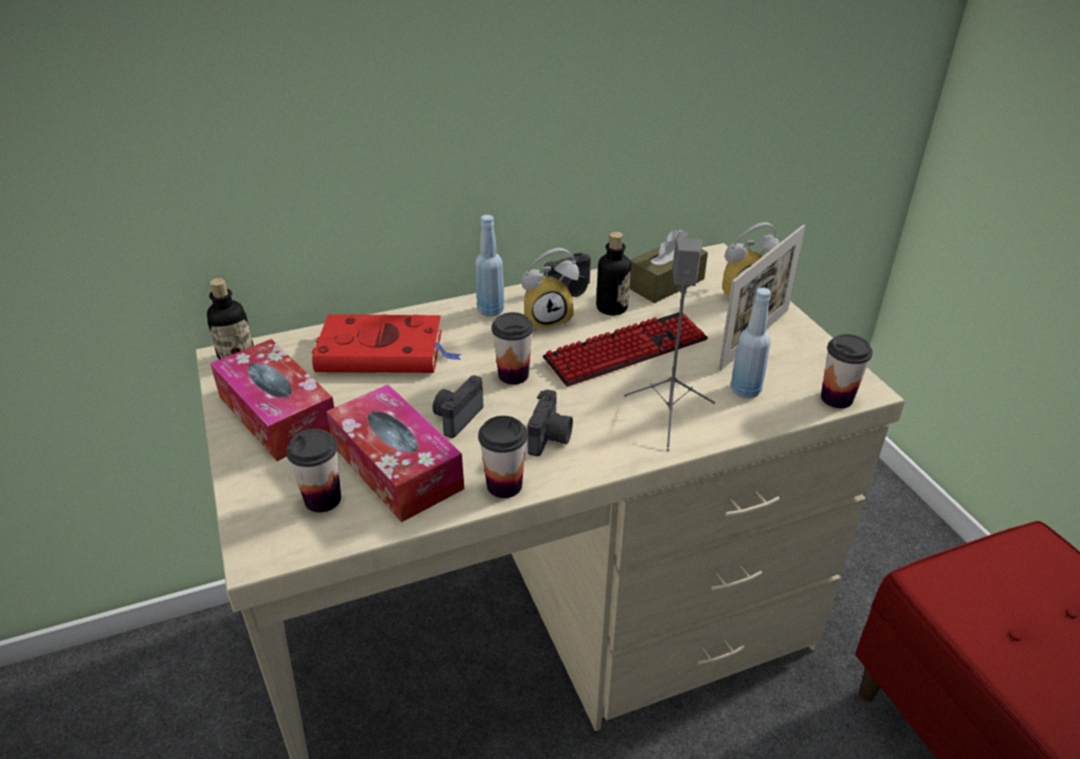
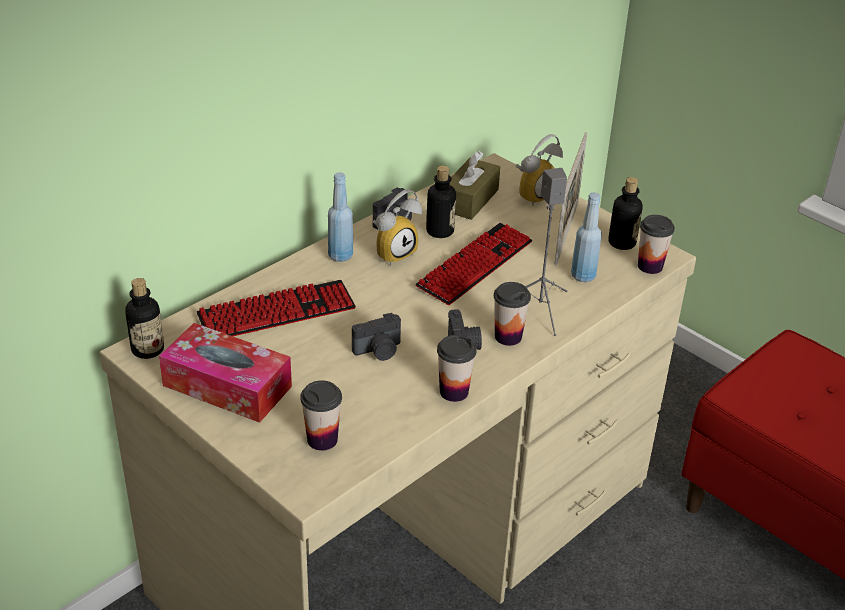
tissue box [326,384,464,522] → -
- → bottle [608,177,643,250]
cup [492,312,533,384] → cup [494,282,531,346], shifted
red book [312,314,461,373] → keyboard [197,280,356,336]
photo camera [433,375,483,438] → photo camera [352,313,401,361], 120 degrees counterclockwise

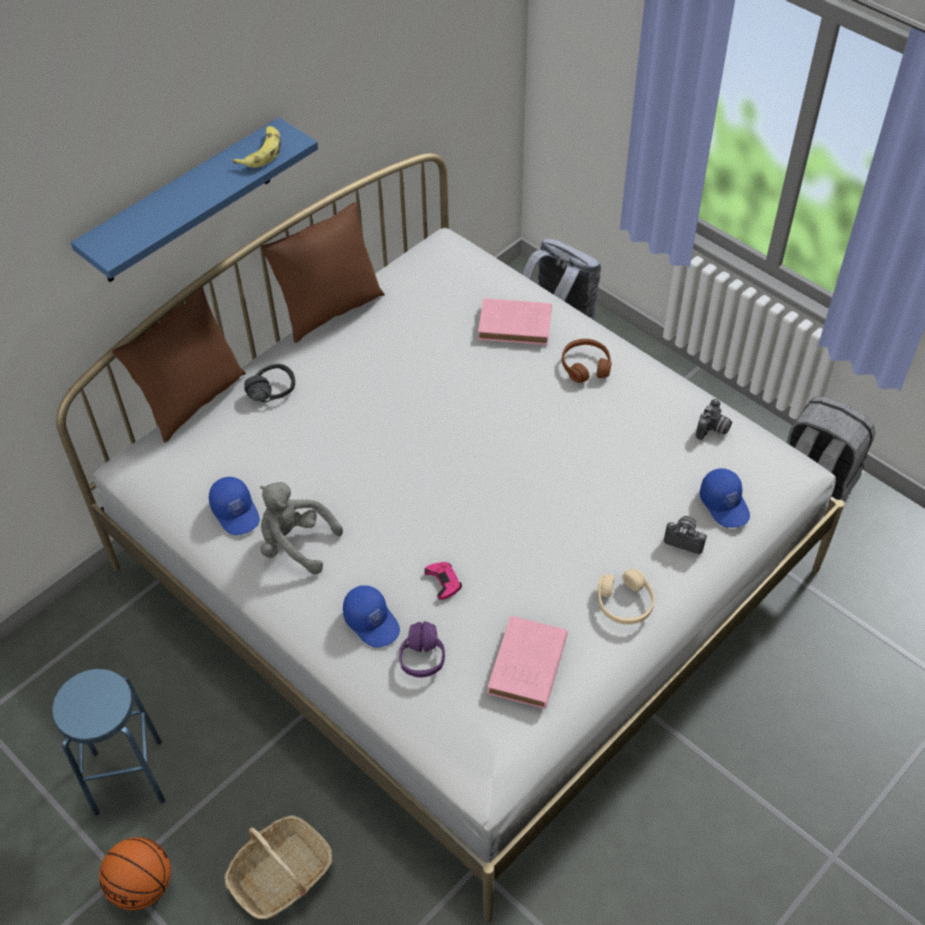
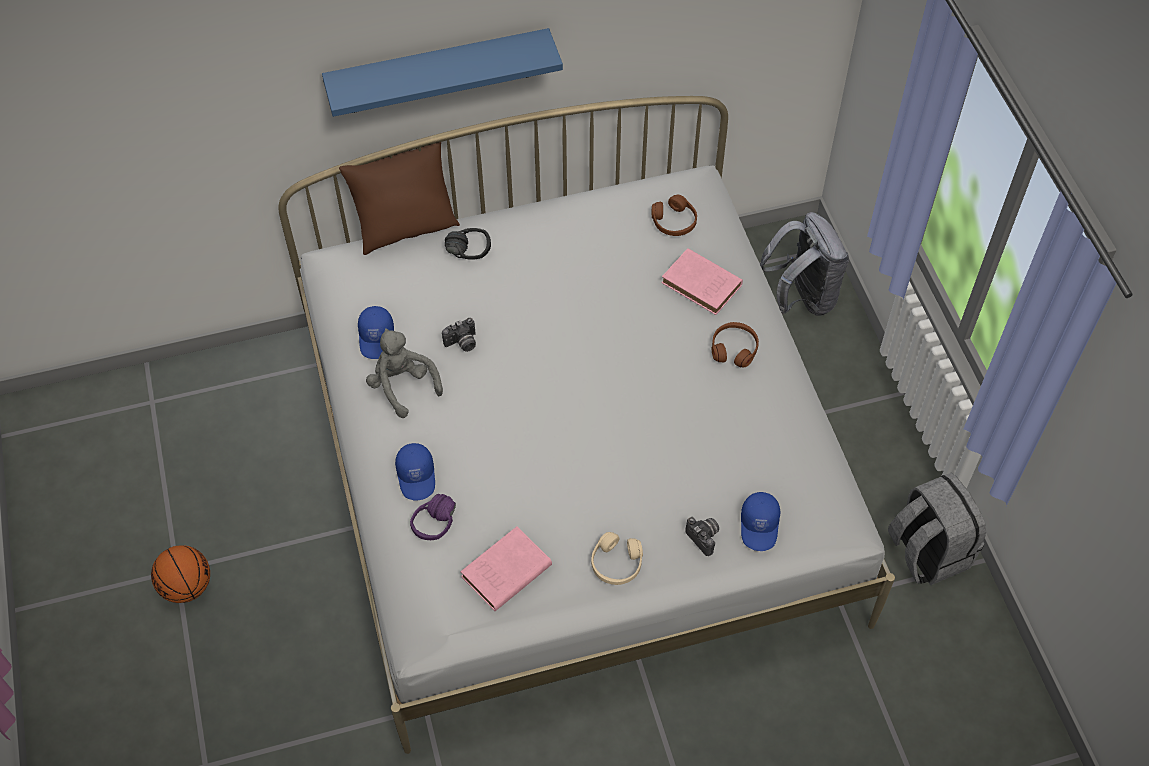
blue stool [52,669,165,816] → -
basket [224,815,333,919] → -
banana [233,126,281,168] → -
brown pillow [263,202,385,343] → -
pink game controller [424,562,462,600] → -
- → brown headphones [652,195,697,236]
photo camera [696,399,732,440] → photo camera [442,318,476,352], shifted

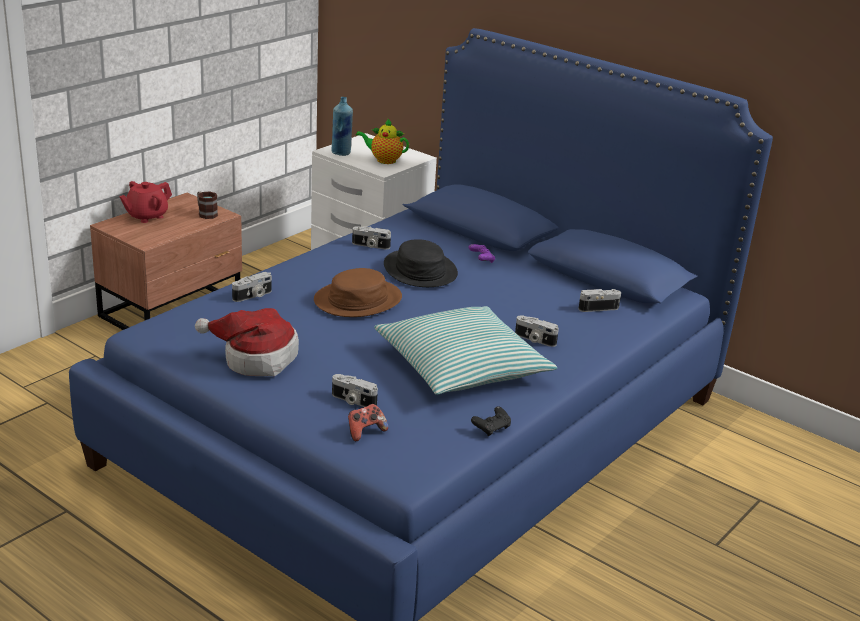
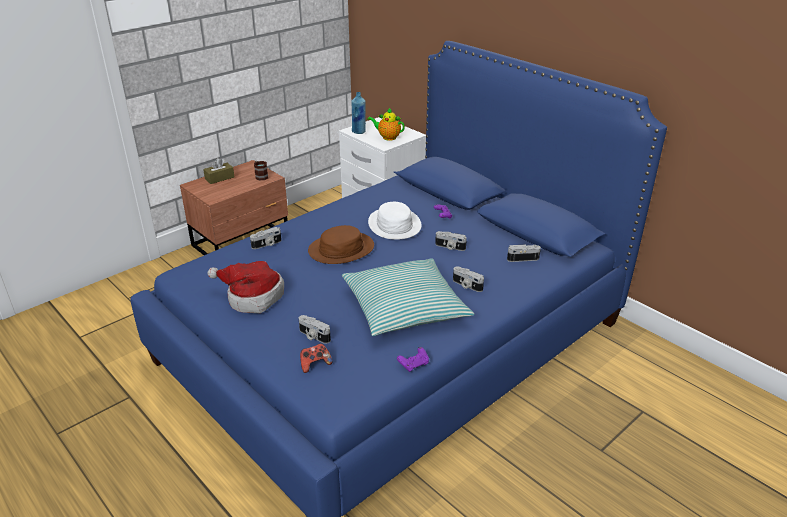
photo camera [352,226,391,249] → photo camera [435,231,467,251], shifted
red teapot [120,181,172,223] → brown tissue box [203,158,234,184]
black hat [384,239,458,287] → white hat [368,202,422,240]
black game controller [471,406,511,437] → purple game controller [397,347,429,372]

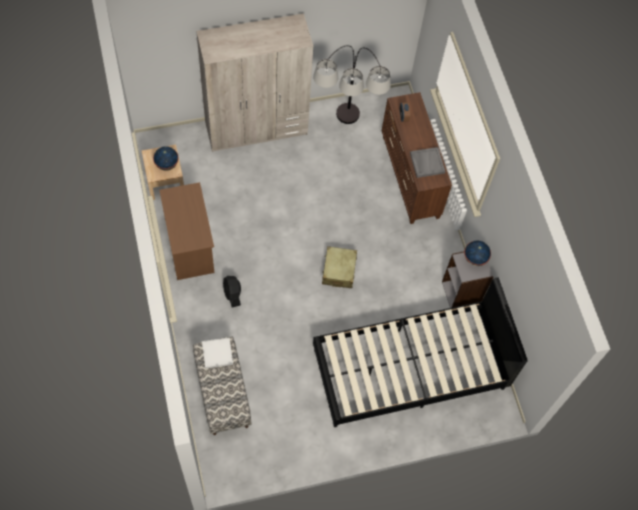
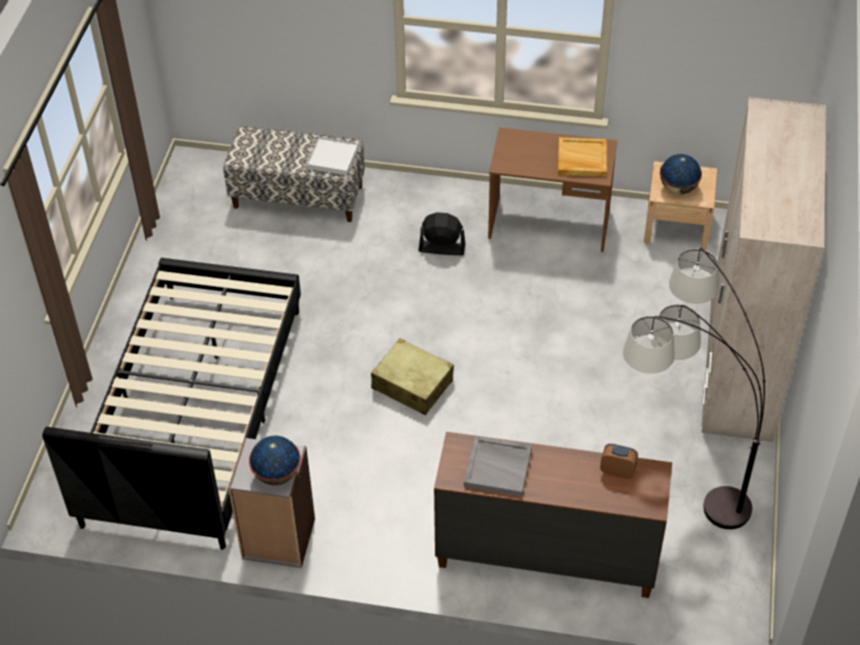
- → beige tray [558,137,607,177]

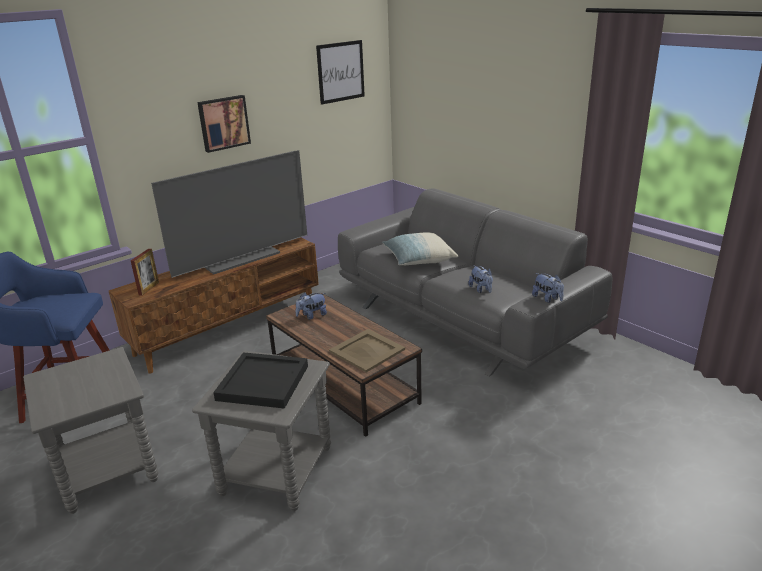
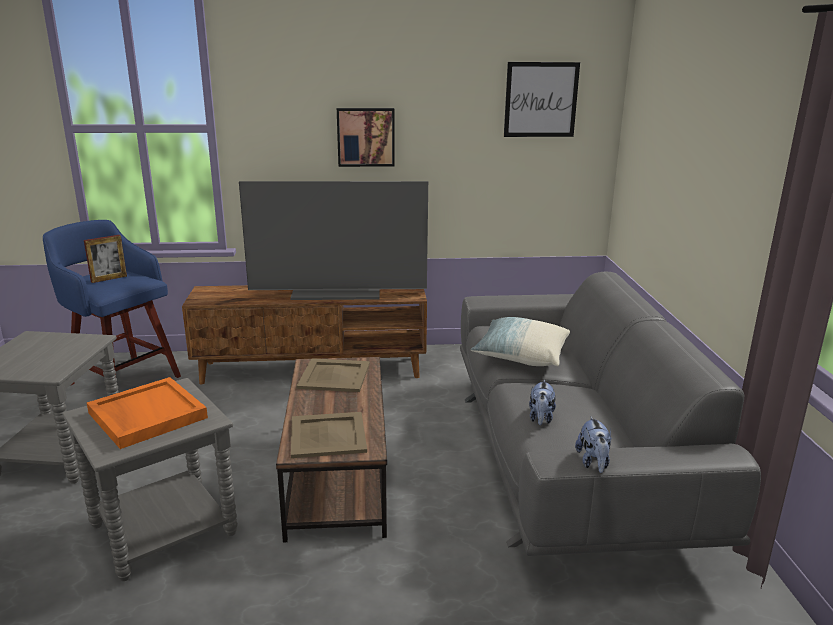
picture frame [131,249,159,296] → picture frame [84,235,127,283], shifted
plush toy [295,292,327,320] → beige tray [296,358,370,392]
black tray [213,352,308,409] → orange tray [87,377,208,449]

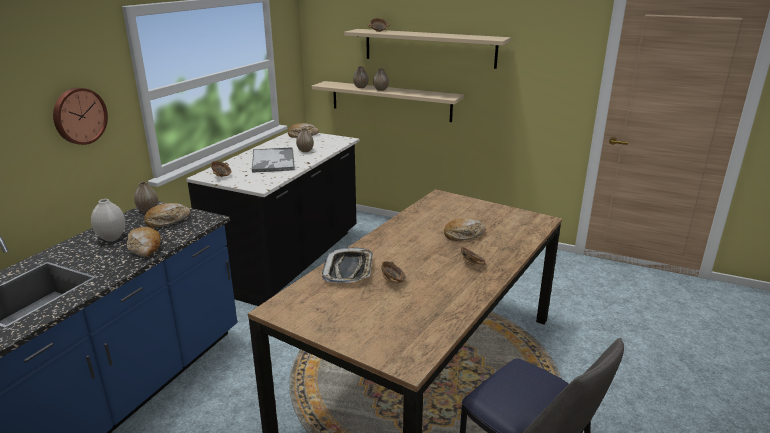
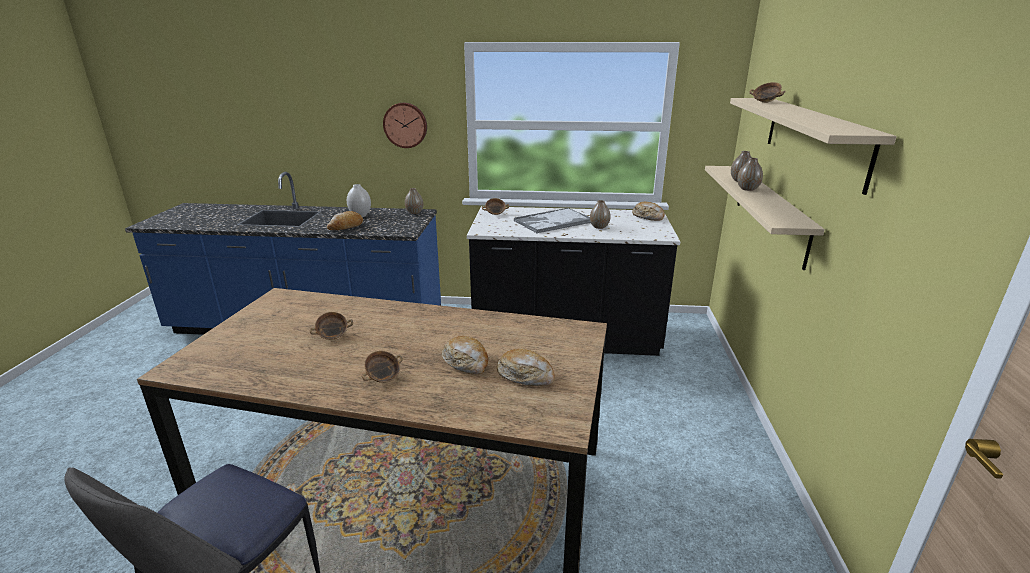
tray [322,247,373,283] → -
bread [144,203,191,228] → bread [497,349,555,386], shifted

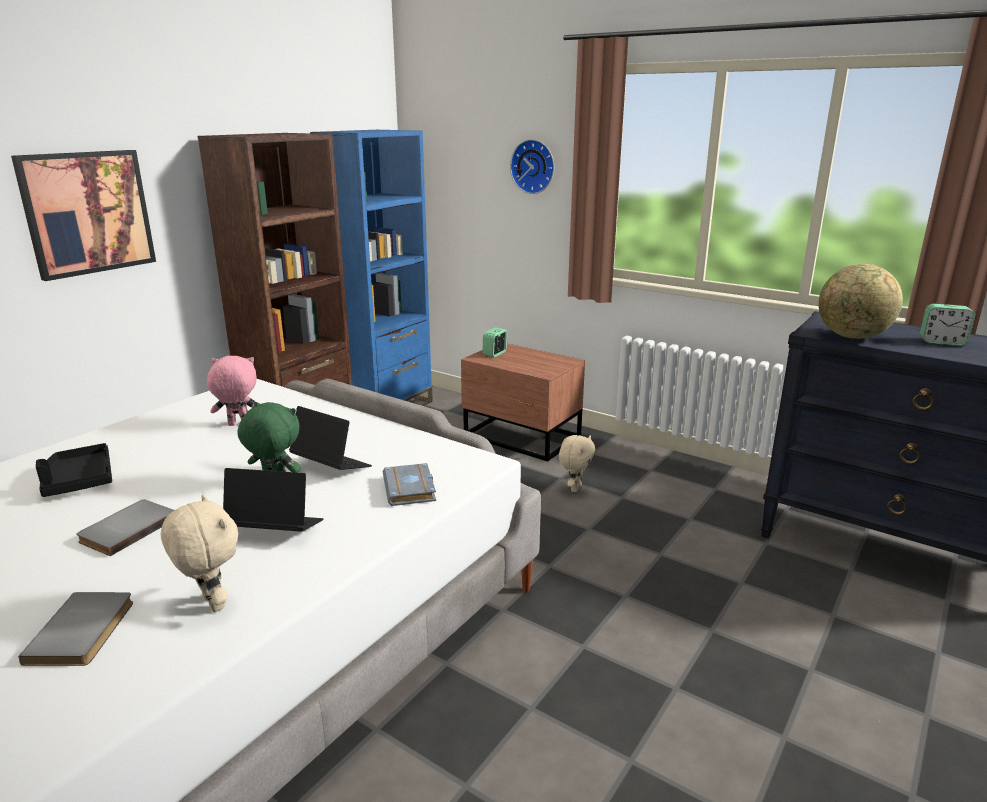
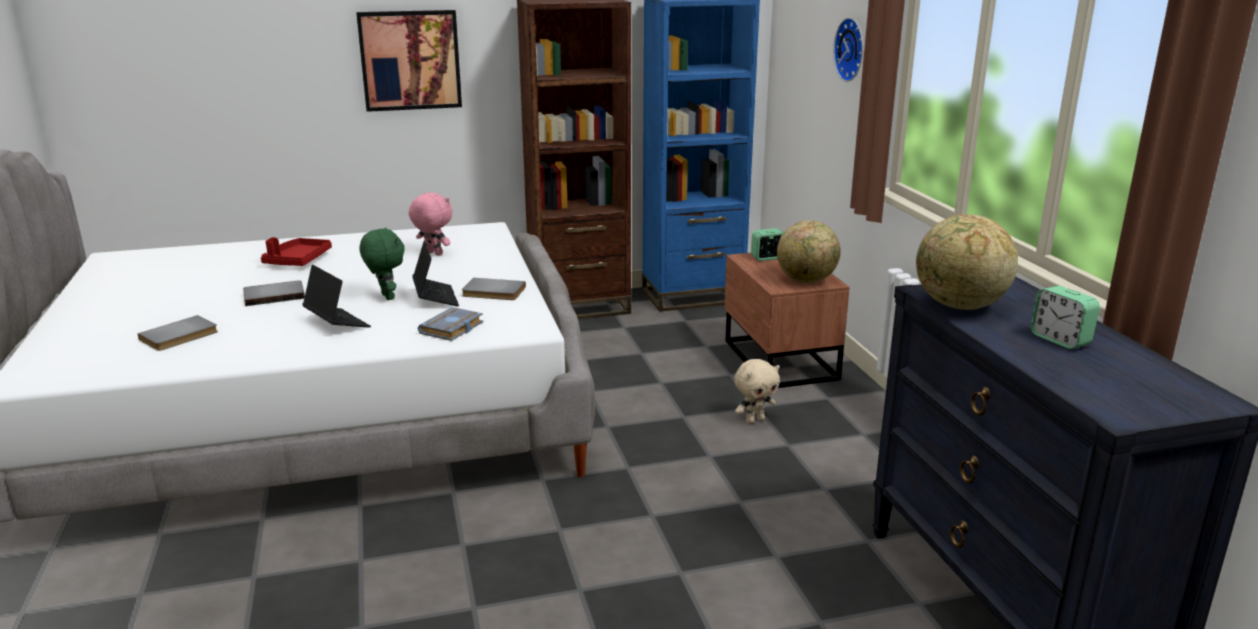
beige plush toy [161,495,238,612] → -
- → grey book [462,278,526,300]
- → globe [777,220,841,283]
black tray [36,443,112,497] → red tray [261,237,332,266]

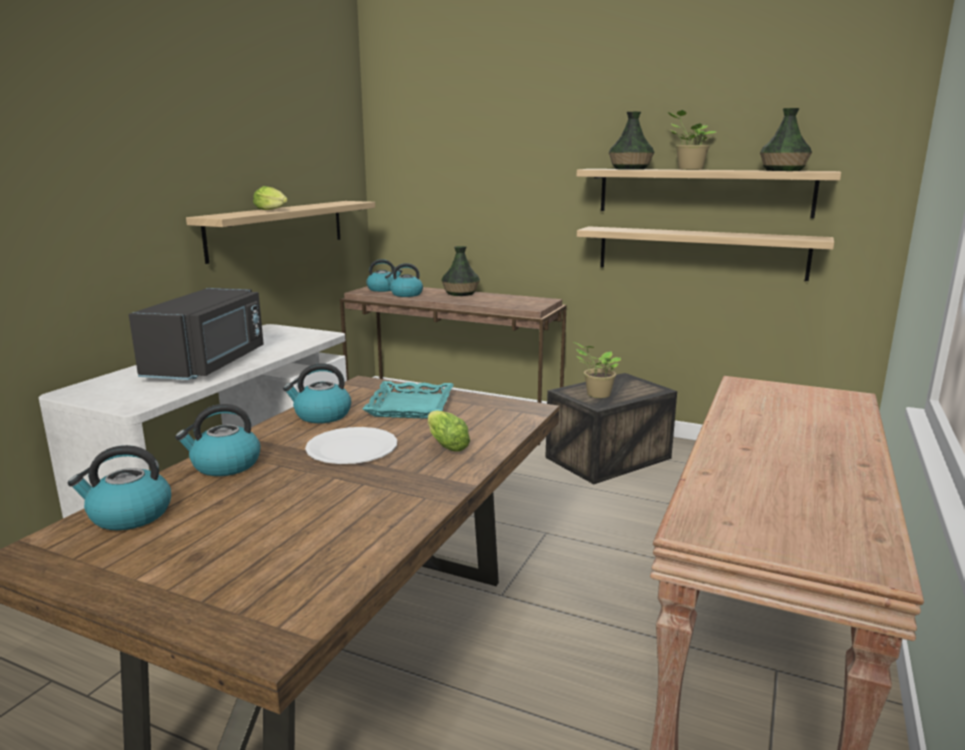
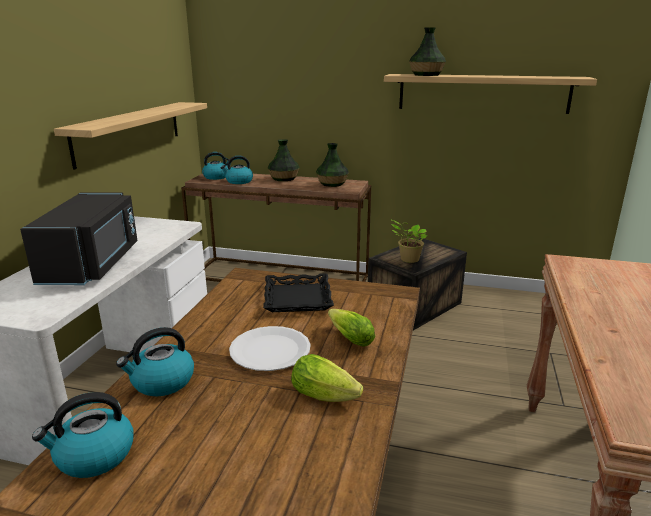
kettle [283,363,351,423] → -
shelf [577,226,834,281] → -
potted plant [667,110,717,170] → -
lettuce [253,186,288,210] → lettuce [291,354,363,402], shifted
vase [760,108,812,171] → vase [316,143,349,187], shifted
turquoise tray [363,381,454,419] → black tray [263,273,334,312]

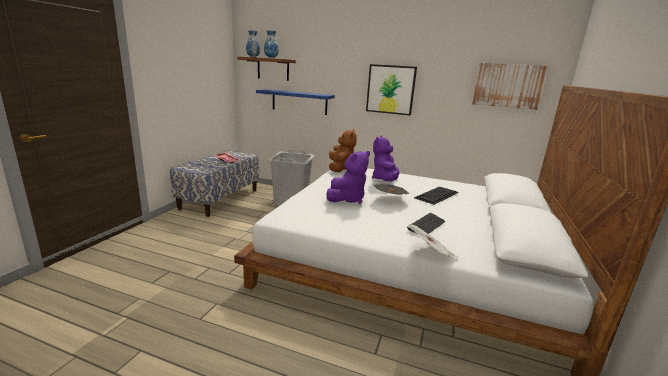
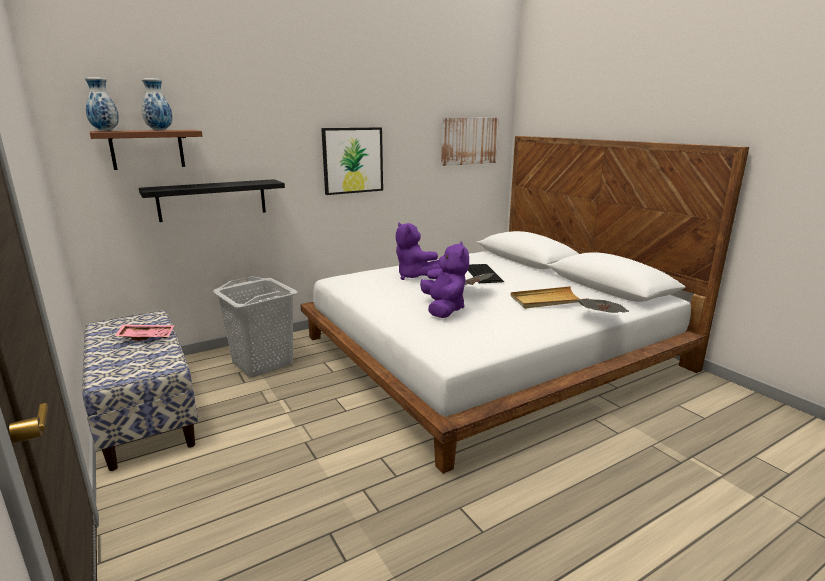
brown plush toy [329,129,357,172] → -
keyboard [407,213,445,234] → beige tray [511,286,589,309]
blue shelf [256,89,335,115] → black shelf [139,179,285,222]

